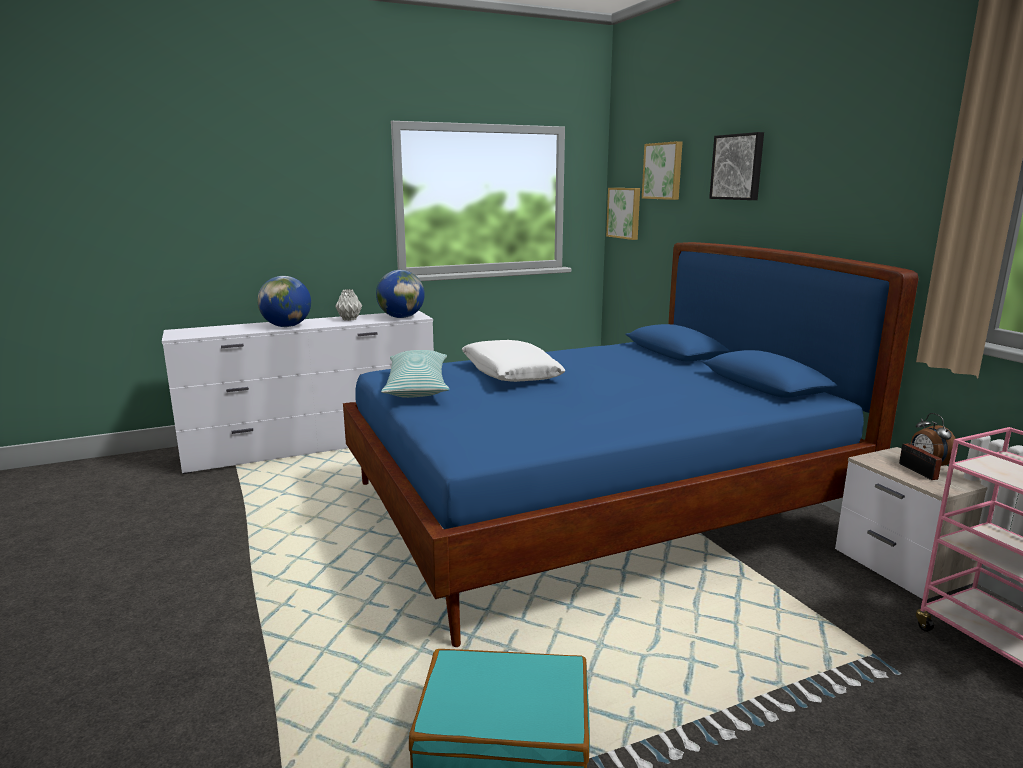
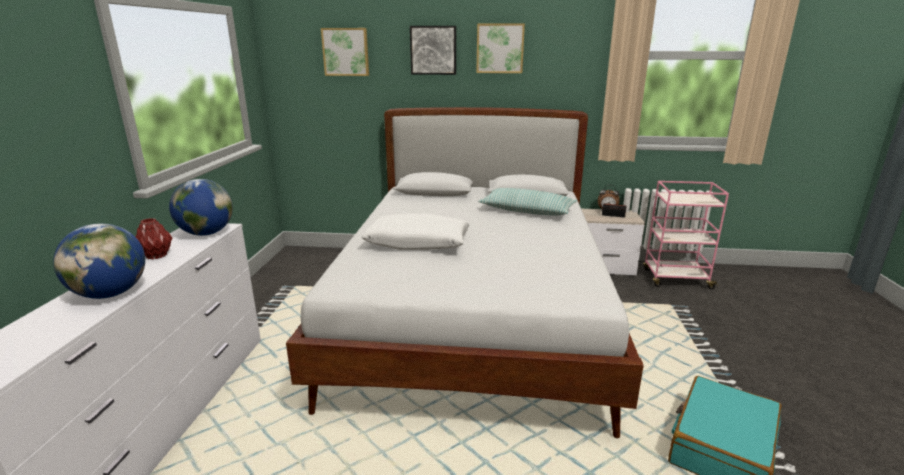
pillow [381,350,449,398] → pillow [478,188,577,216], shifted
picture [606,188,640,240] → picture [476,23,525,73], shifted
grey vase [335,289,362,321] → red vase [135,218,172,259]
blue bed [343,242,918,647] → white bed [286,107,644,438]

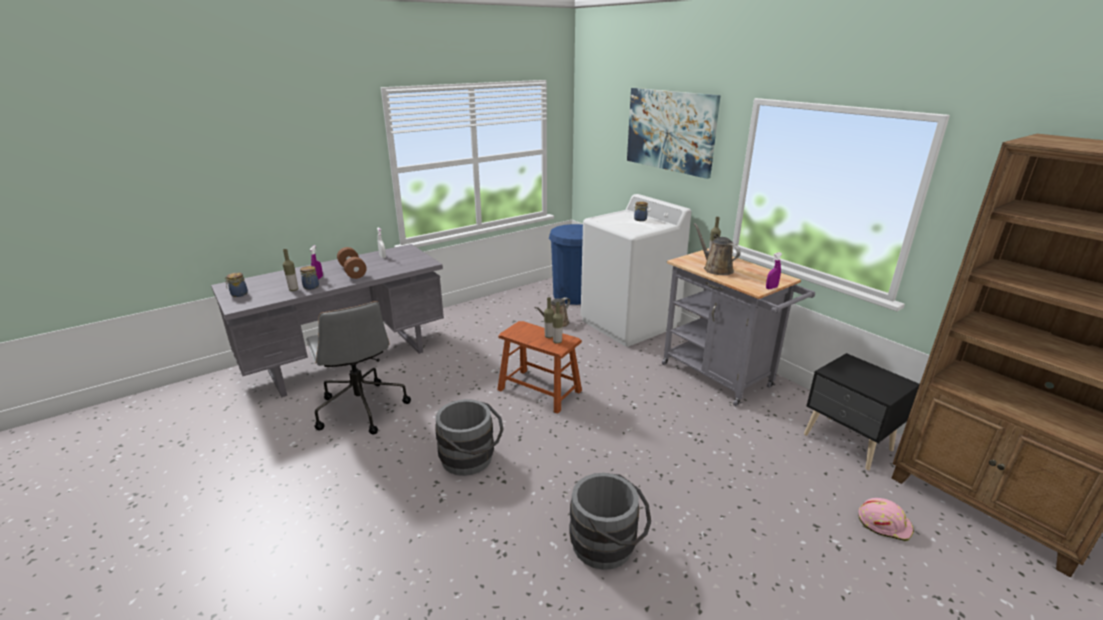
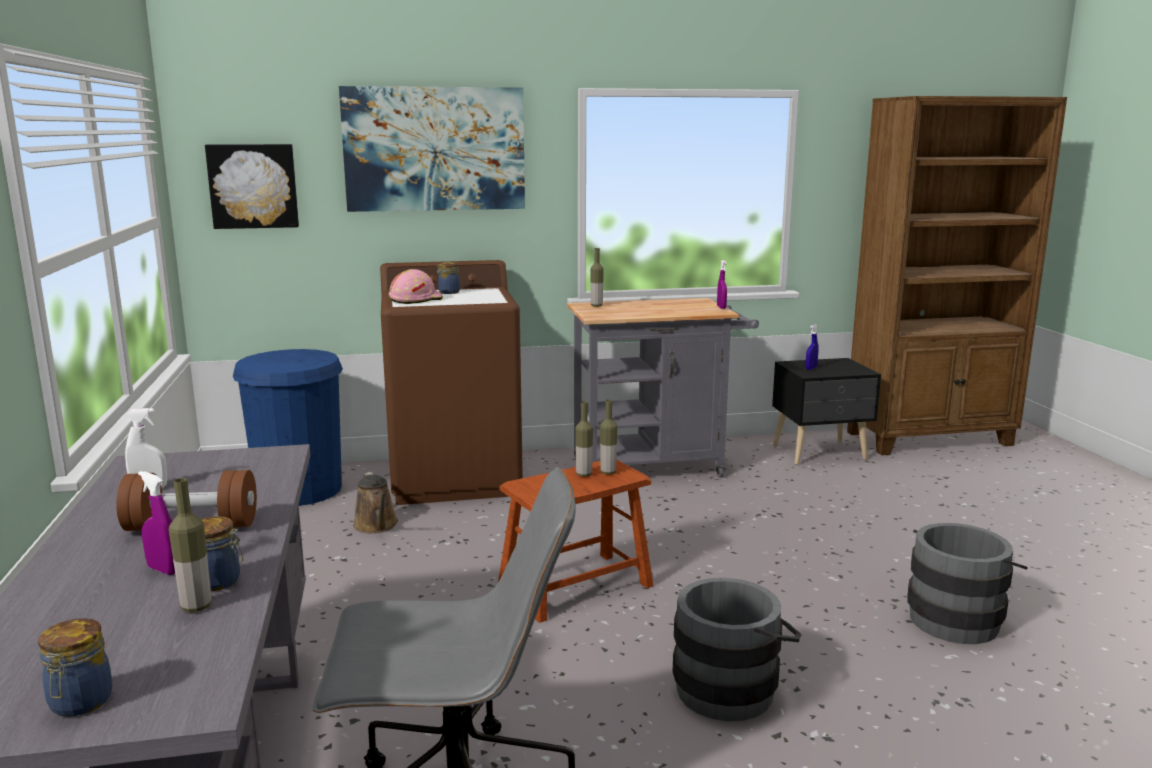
brown watering can [694,223,741,275] → -
- → picture [205,144,299,229]
- → blue spray bottle [805,325,818,370]
pink hard hat [858,498,914,541] → pink hard hat [389,269,443,304], shifted
white washing machine [581,194,691,347] → brown washing machine [380,260,523,505]

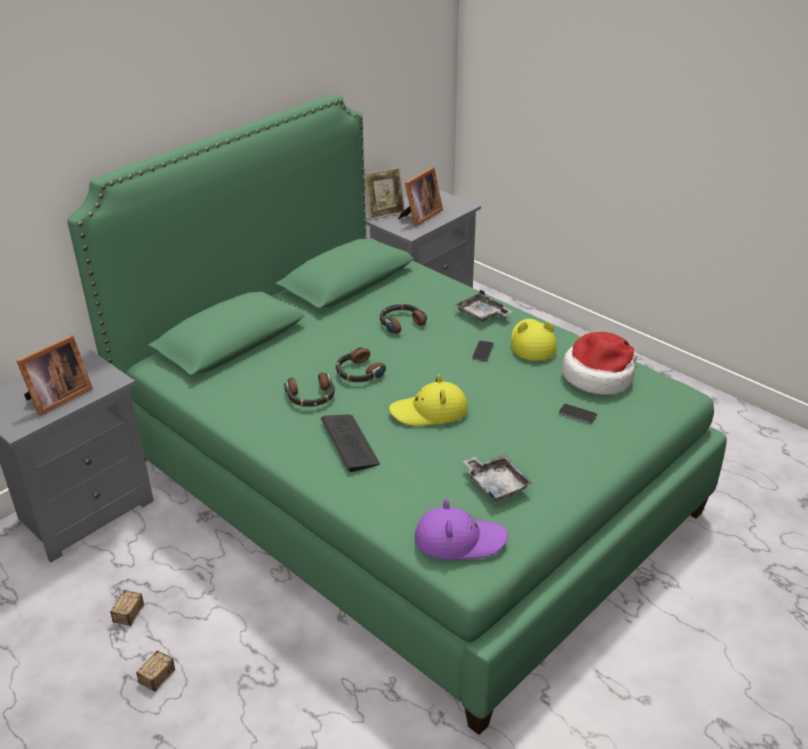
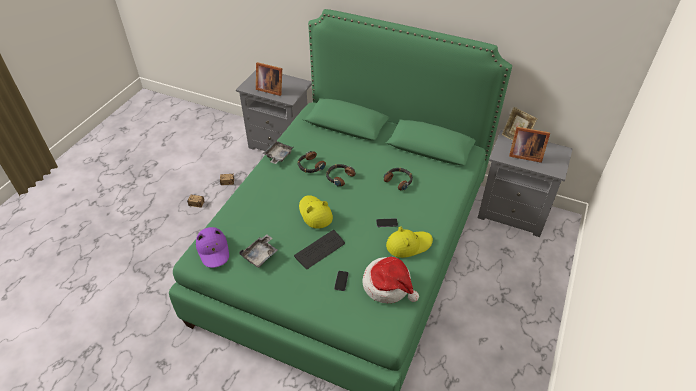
keyboard [321,414,380,472] → keyboard [294,230,345,269], shifted
grey tray [455,290,513,322] → grey tray [263,141,294,164], shifted

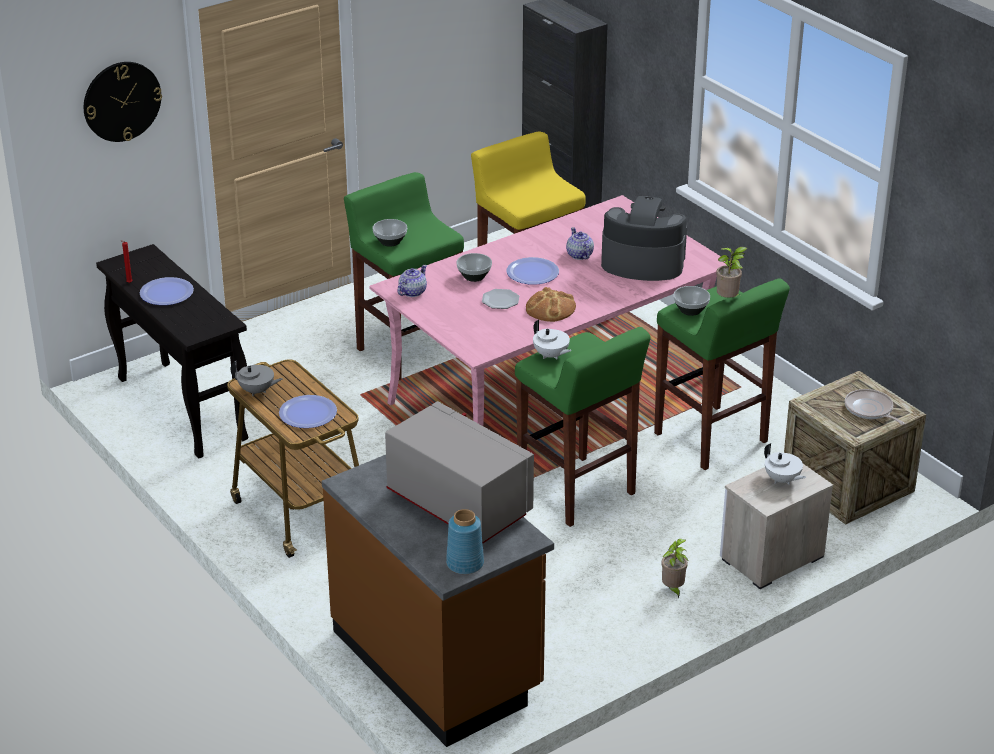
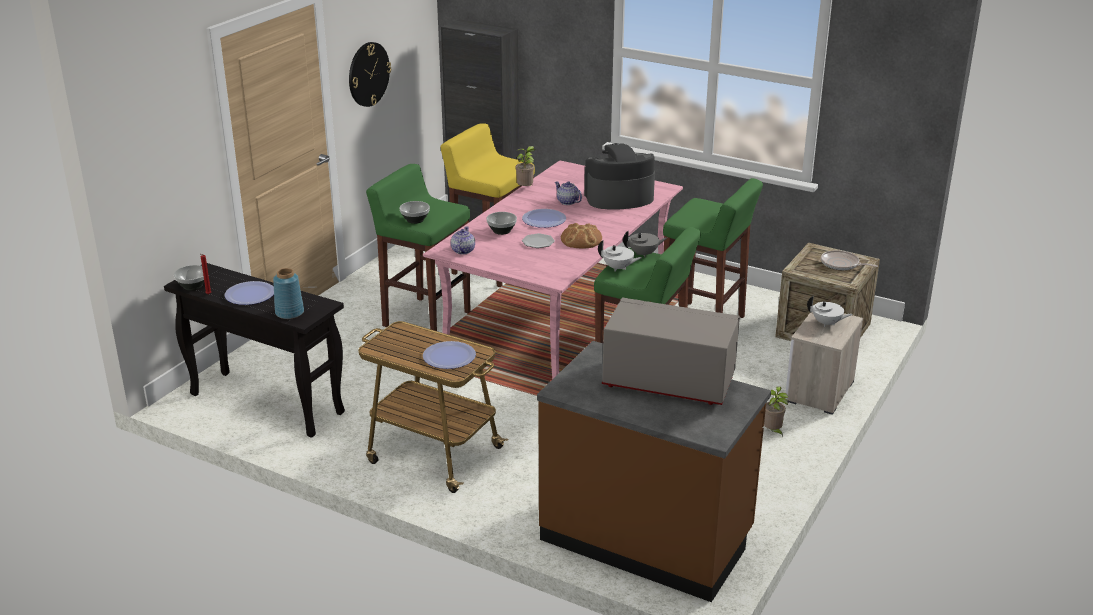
wall clock [84,62,162,142] → wall clock [349,42,391,107], shifted
grey teapot [231,361,283,396] → grey teapot [623,231,667,258], shifted
blue vase [446,509,484,574] → blue vase [273,268,304,319], shifted
bowl [673,286,710,316] → bowl [174,265,204,291], shifted
potted plant [716,247,747,298] → potted plant [516,146,536,186], shifted

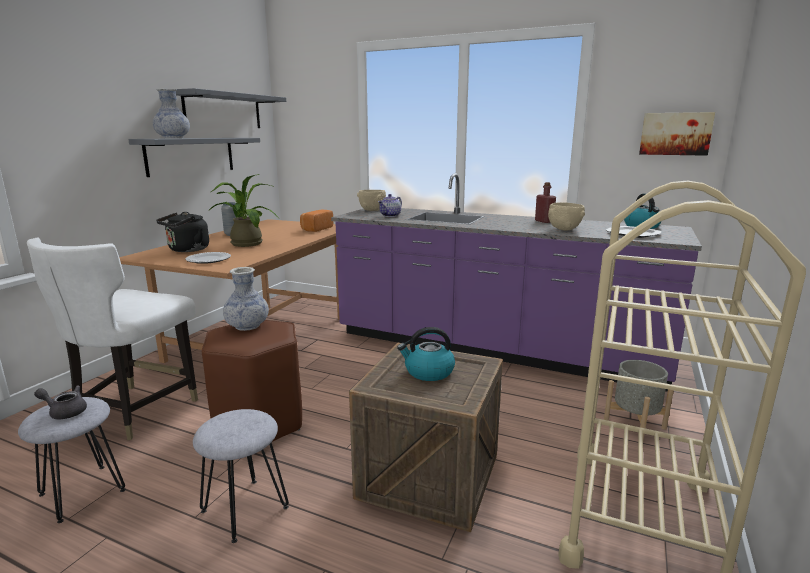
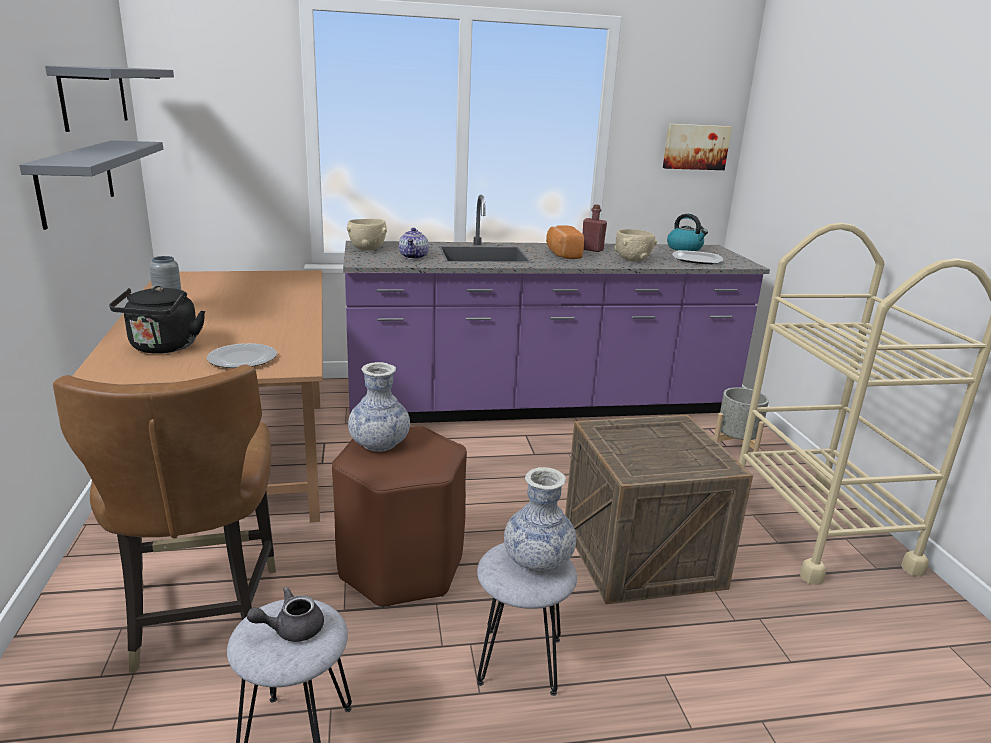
potted plant [208,174,279,247] → -
kettle [397,327,455,381] → -
vase [153,89,190,138] → vase [504,467,576,573], shifted
bread [300,210,333,232] → bread [546,225,584,259], shifted
white chair [27,238,198,440] → brown chair [53,364,276,673]

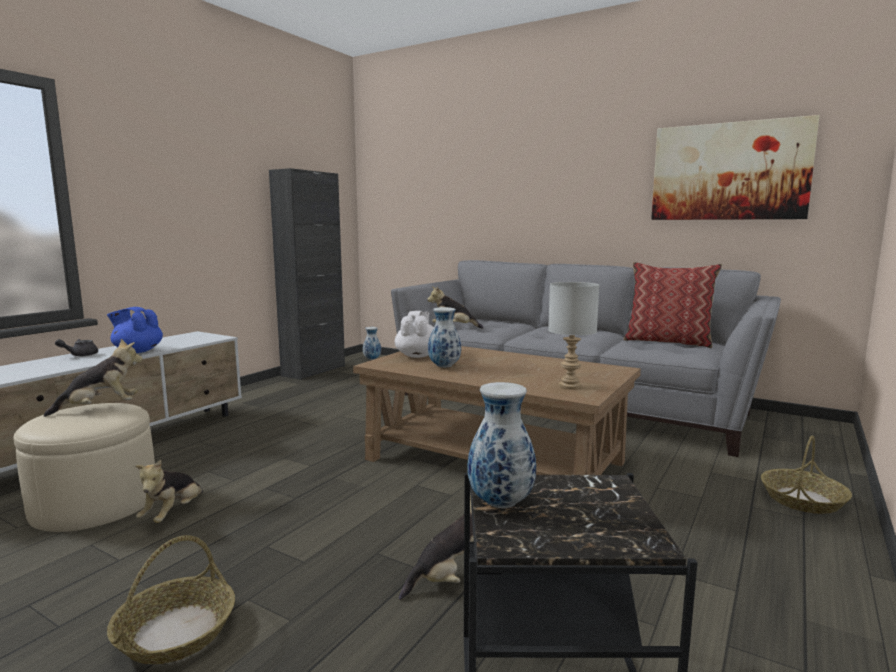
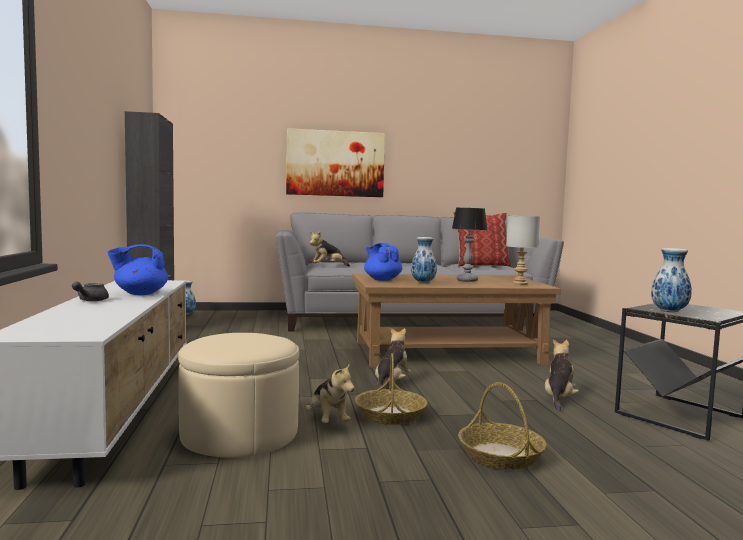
- → table lamp [452,208,487,282]
plush toy [44,339,143,417] → plush toy [375,327,411,389], shifted
picture [651,115,820,220] → picture [286,128,385,197], shifted
basket [761,435,852,514] → basket [355,353,427,425], shifted
white teapot [395,311,434,358] → blue teapot [364,243,402,281]

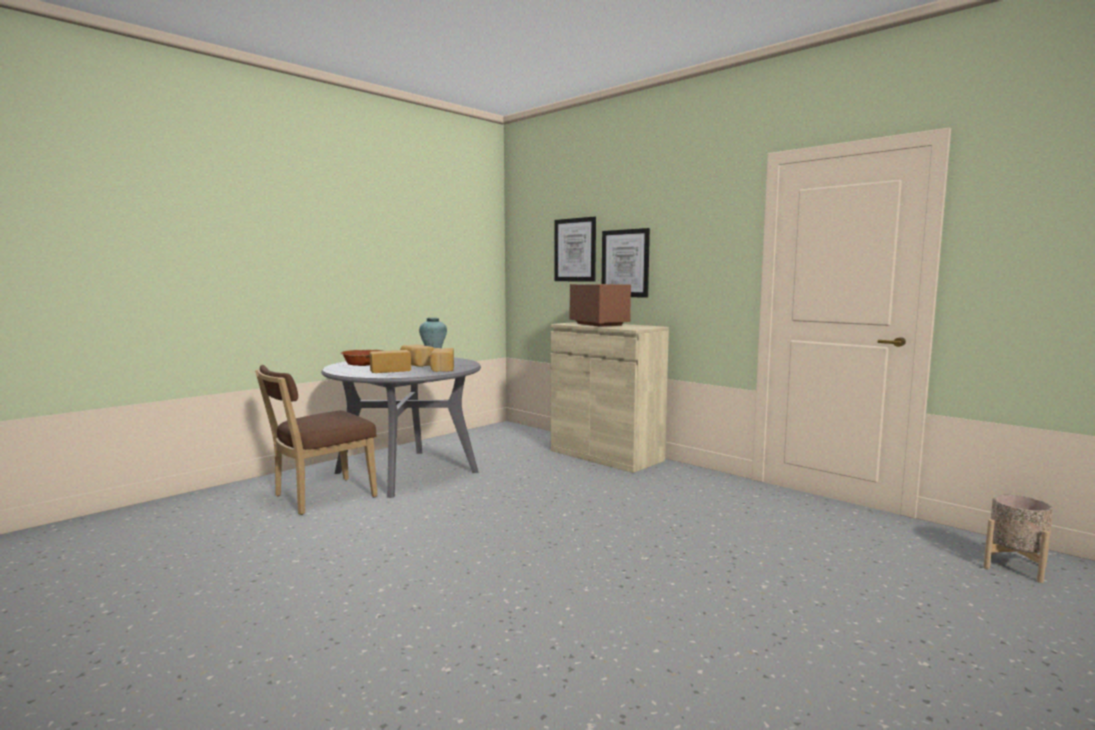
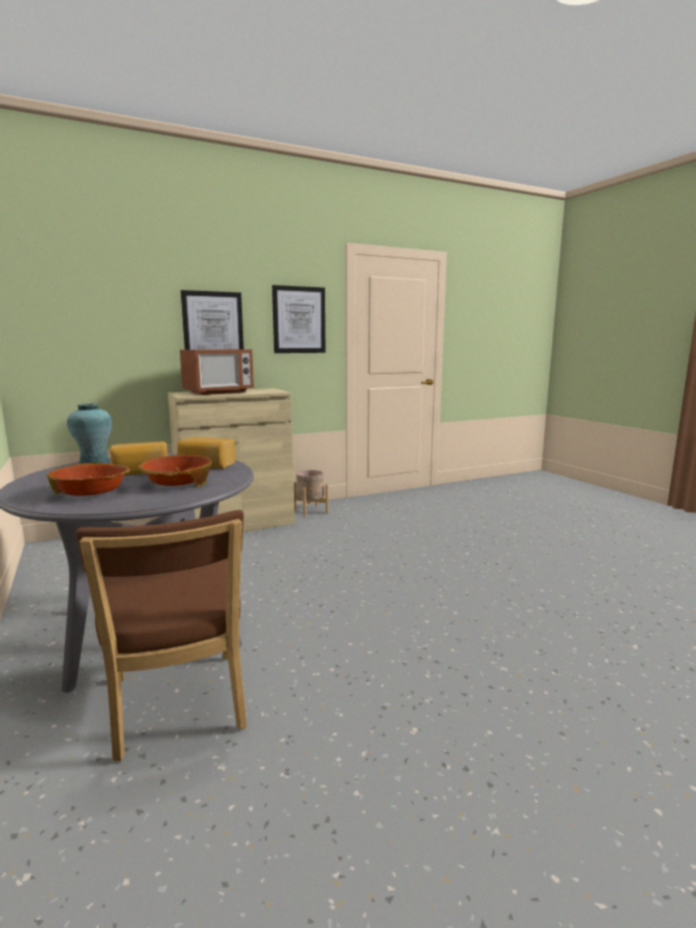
picture [554,217,596,282] → picture [272,285,325,353], shifted
beige planter [983,494,1053,583] → beige planter [294,470,329,517], shifted
bread [370,350,411,373] → bowl [138,455,212,487]
microwave [570,284,631,327] → microwave [180,349,254,395], 150 degrees clockwise

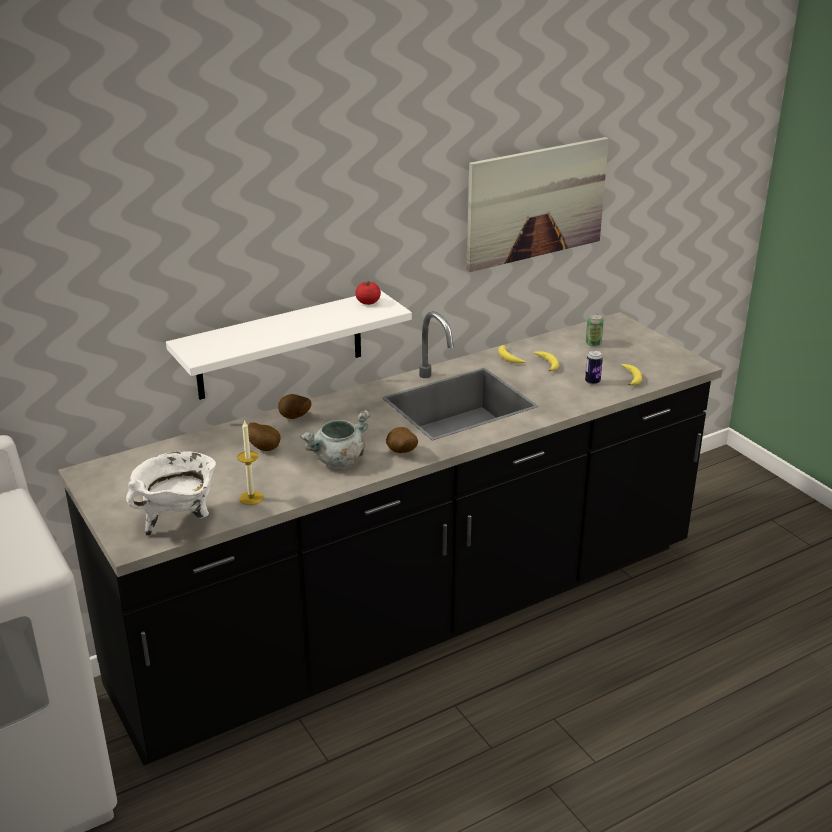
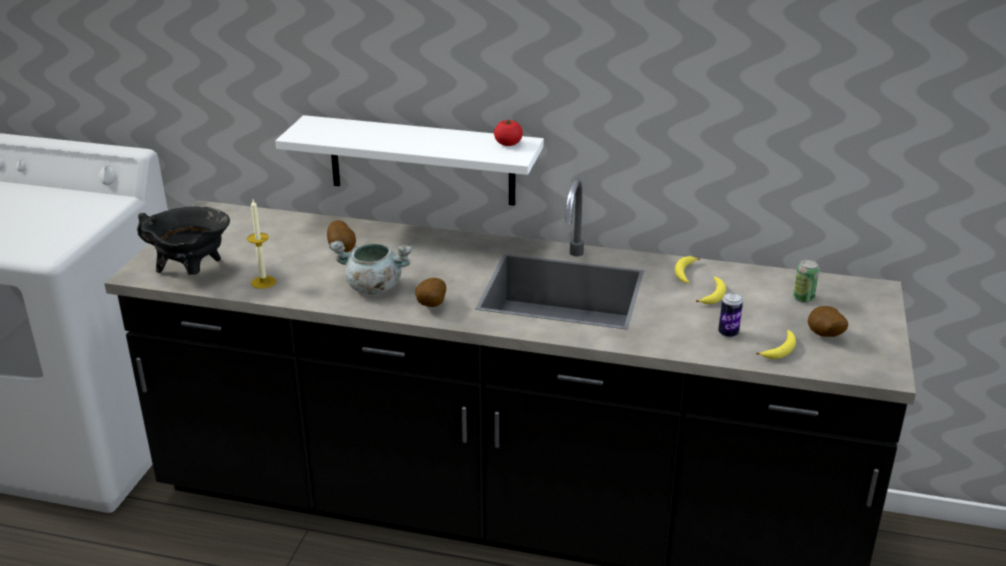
picture [467,137,609,272] → -
potato [278,394,311,419] → potato [808,306,848,337], shifted
white cooking pot [126,451,216,536] → black cooking pot [137,206,230,275]

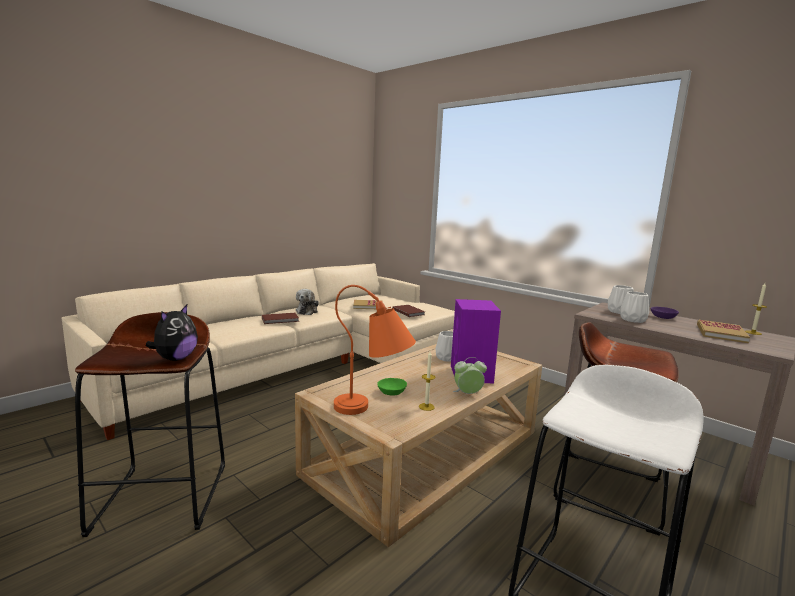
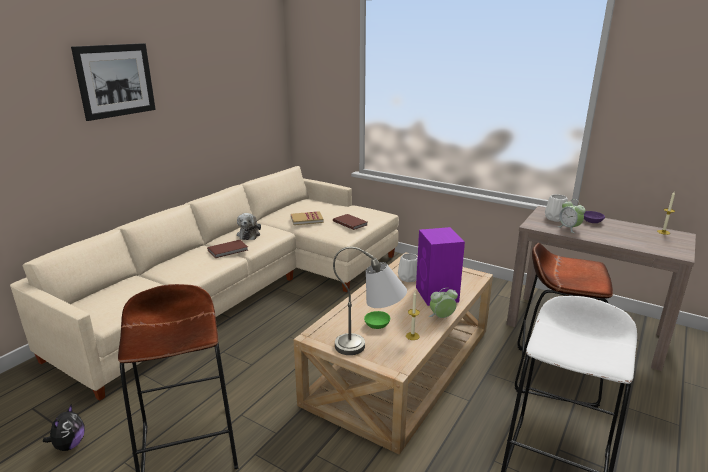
book [697,320,750,343] → -
- → picture [71,43,156,121]
plush toy [146,305,198,361] → plush toy [43,405,85,451], shifted
white vase [620,291,649,323] → alarm clock [557,199,586,233]
orange table lamp [334,285,416,415] → grey table lamp [333,247,407,355]

